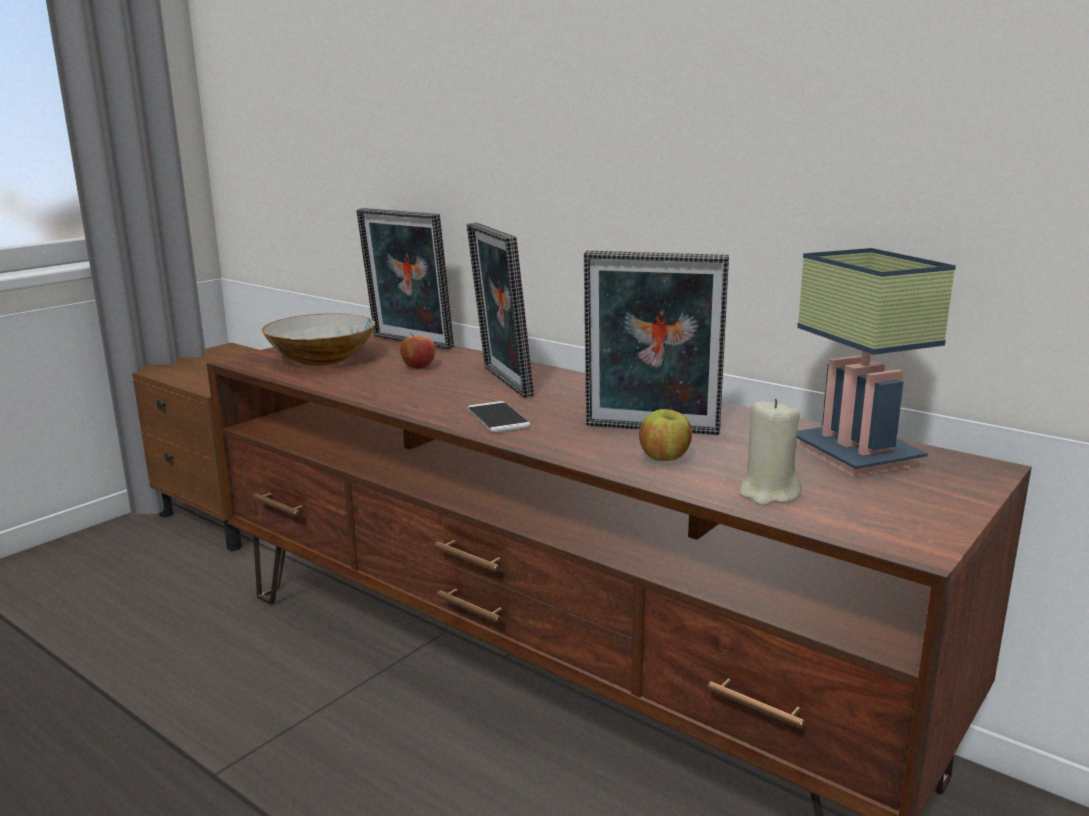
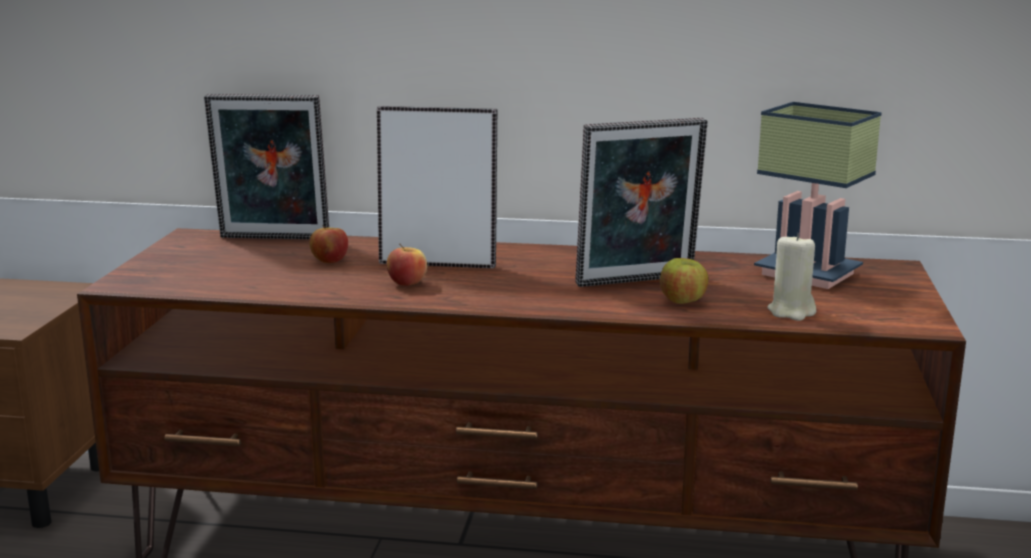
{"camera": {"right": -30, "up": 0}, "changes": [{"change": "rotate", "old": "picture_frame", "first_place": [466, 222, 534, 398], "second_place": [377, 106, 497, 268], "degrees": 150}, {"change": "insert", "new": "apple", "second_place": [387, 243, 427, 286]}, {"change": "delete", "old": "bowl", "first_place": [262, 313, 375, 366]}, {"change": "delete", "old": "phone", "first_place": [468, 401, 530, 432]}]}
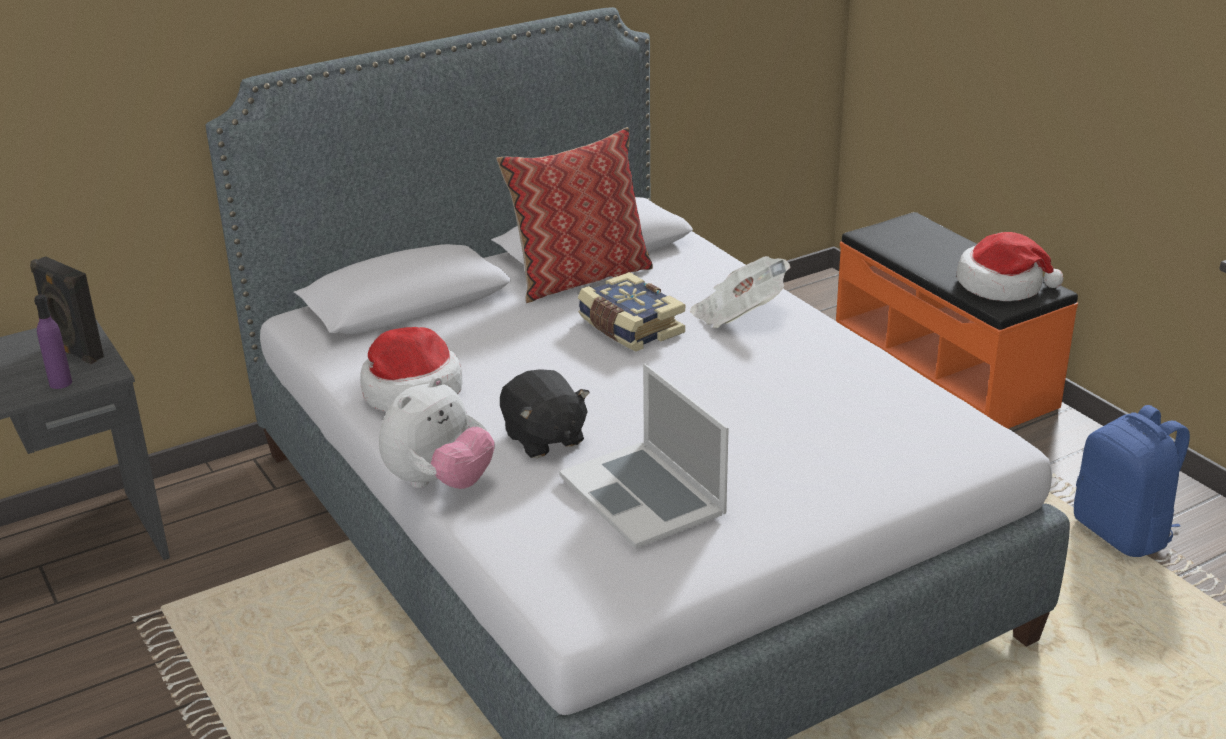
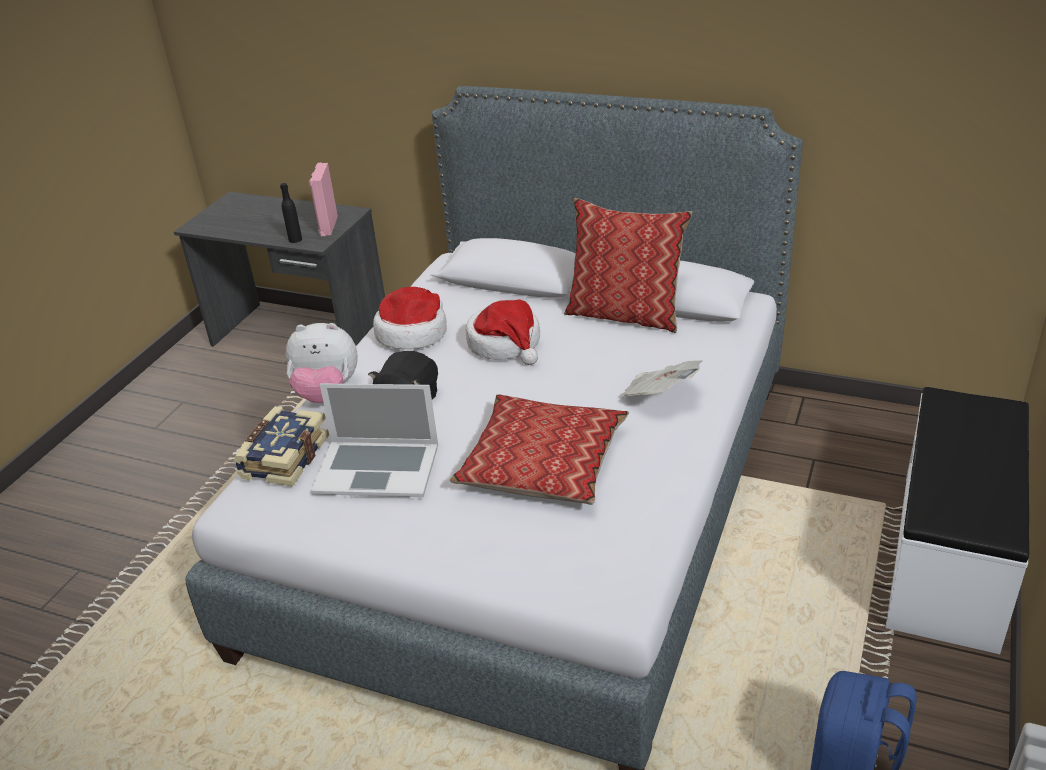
{"camera": {"right": 55, "up": 5}, "changes": [{"change": "move", "old": "book", "first_place": [578, 272, 685, 352], "second_place": [233, 406, 329, 487]}, {"change": "recolor", "old": "purple_bottle", "new": "black_bottle", "first_place": [34, 294, 72, 389], "second_place": [280, 183, 302, 243]}, {"change": "recolor", "old": "black_speaker", "new": "pink_speaker", "first_place": [30, 256, 104, 364], "second_place": [309, 162, 338, 236]}, {"change": "rotate", "old": "laptop", "first_place": [559, 363, 729, 549], "second_place": [311, 383, 438, 497], "degrees": -105}, {"change": "insert", "new": "pillow", "second_place": [450, 394, 629, 505]}, {"change": "move", "old": "hat", "first_place": [957, 232, 1063, 301], "second_place": [466, 299, 540, 365]}, {"change": "recolor", "old": "orange_bench", "new": "white_bench", "first_place": [836, 212, 1078, 429], "second_place": [885, 387, 1029, 654]}]}
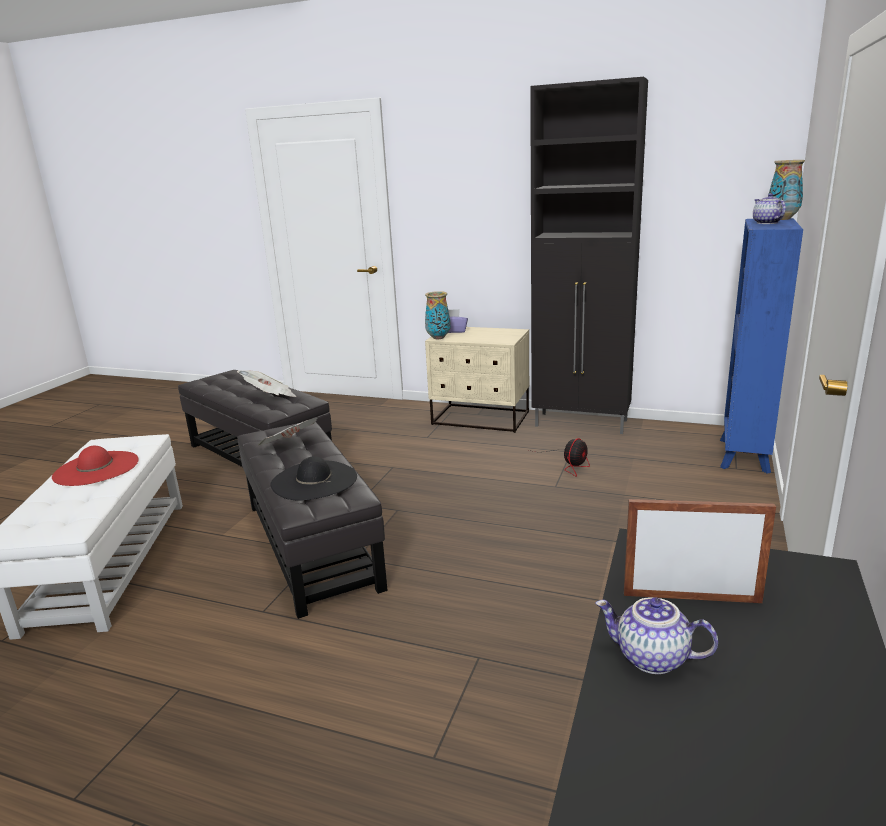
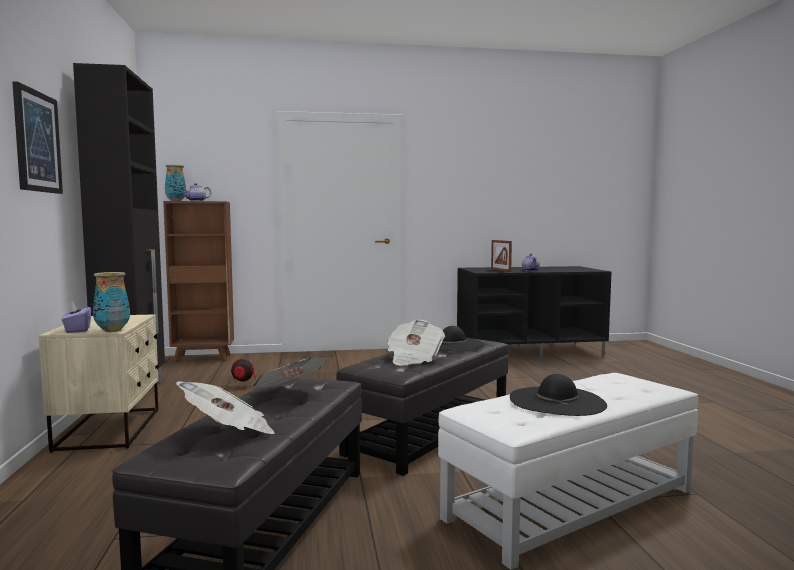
{"camera": {"right": -120, "up": -15}, "changes": [{"change": "insert", "new": "picture", "second_place": [12, 81, 63, 194]}, {"change": "recolor", "old": "blue_bookcase", "new": "brown_bookcase", "first_place": [720, 218, 803, 474], "second_place": [163, 201, 234, 363]}, {"change": "insert", "new": "newspaper", "second_place": [176, 381, 276, 434]}, {"change": "recolor", "old": "red_hat", "new": "black_hat", "first_place": [52, 446, 138, 486], "second_place": [510, 374, 607, 416]}]}
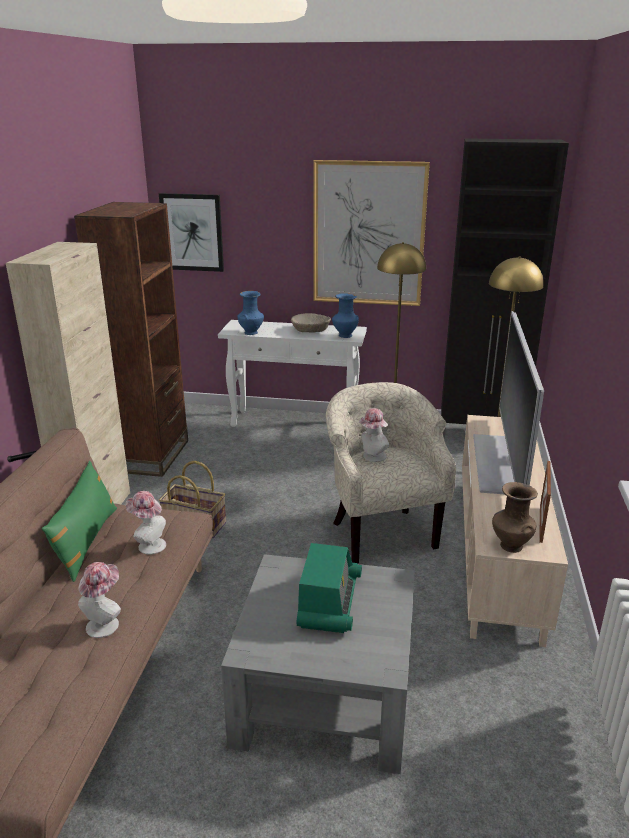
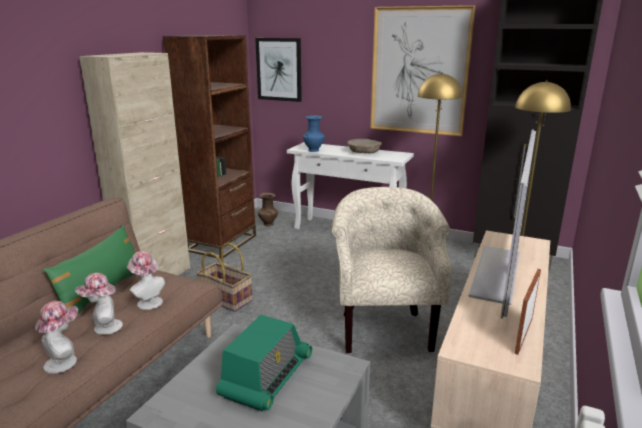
{"camera": {"right": 15, "up": -5}, "changes": [{"change": "move", "old": "hat", "first_place": [359, 408, 389, 462], "second_place": [75, 273, 123, 335]}, {"change": "move", "old": "brown_vase", "first_place": [492, 482, 538, 553], "second_place": [258, 193, 278, 226]}, {"change": "delete", "old": "blue_vase", "first_place": [332, 293, 359, 338]}]}
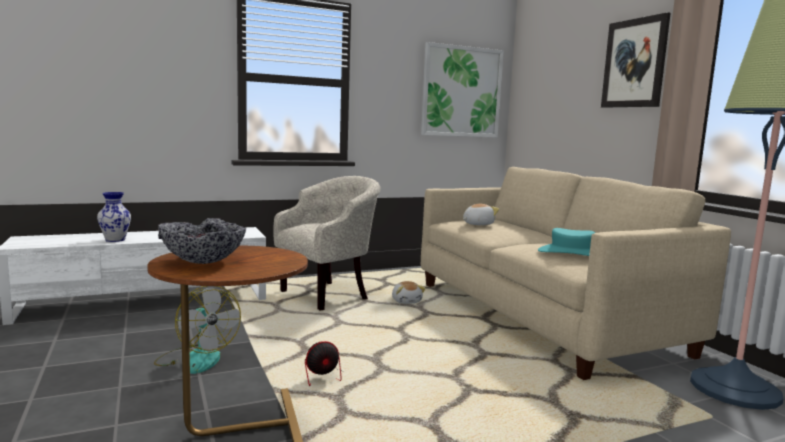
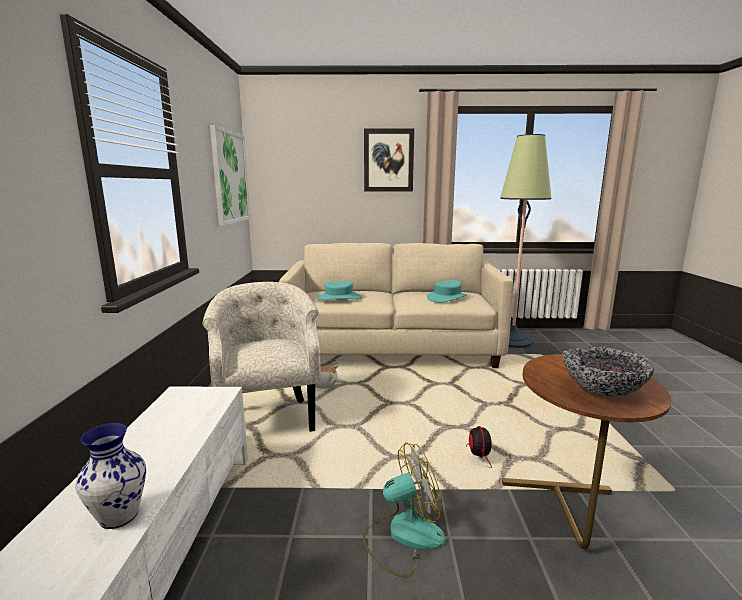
{"camera": {"right": -65, "up": 5}, "changes": [{"change": "replace", "old": "plush_toy", "new": "turquoise_hat", "first_place": [463, 204, 499, 225], "second_place": [317, 281, 362, 300]}]}
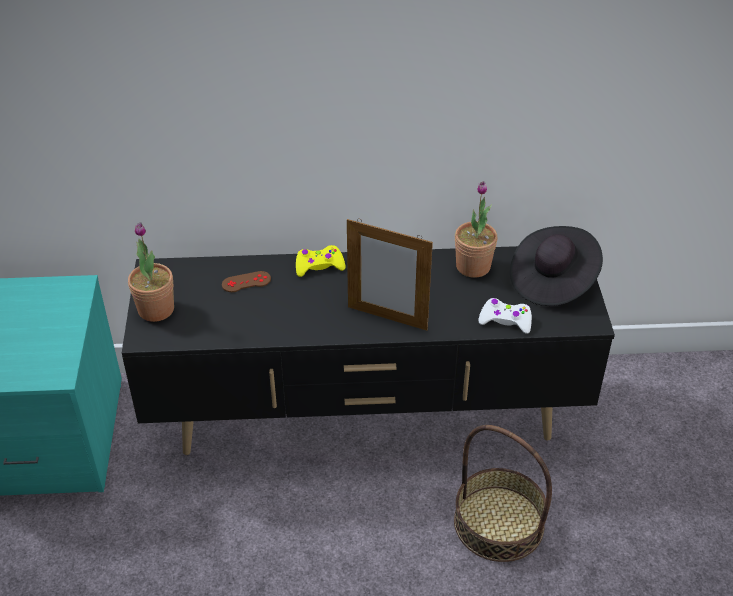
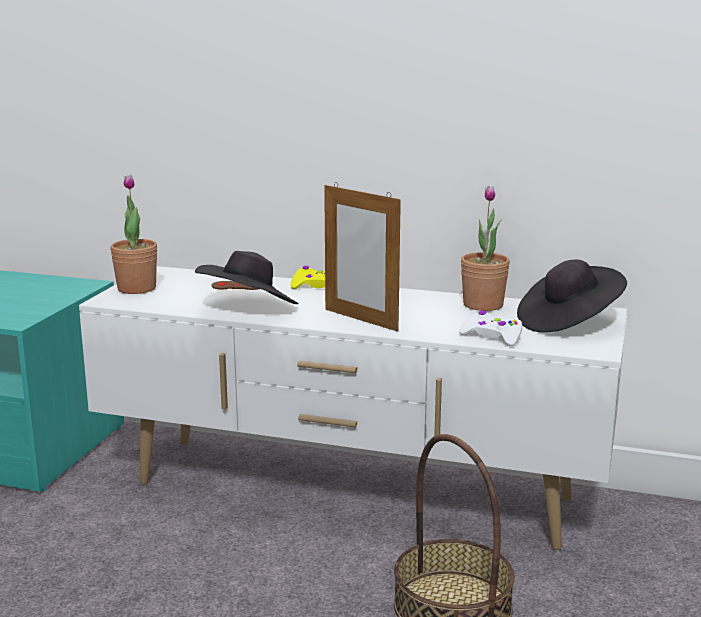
{"camera": {"right": 20, "up": -25}, "changes": [{"change": "recolor", "old": "black_tv_stand", "new": "white_tv_stand", "first_place": [122, 246, 615, 455], "second_place": [79, 266, 627, 550]}, {"change": "insert", "new": "black_hat", "second_place": [195, 251, 299, 304]}]}
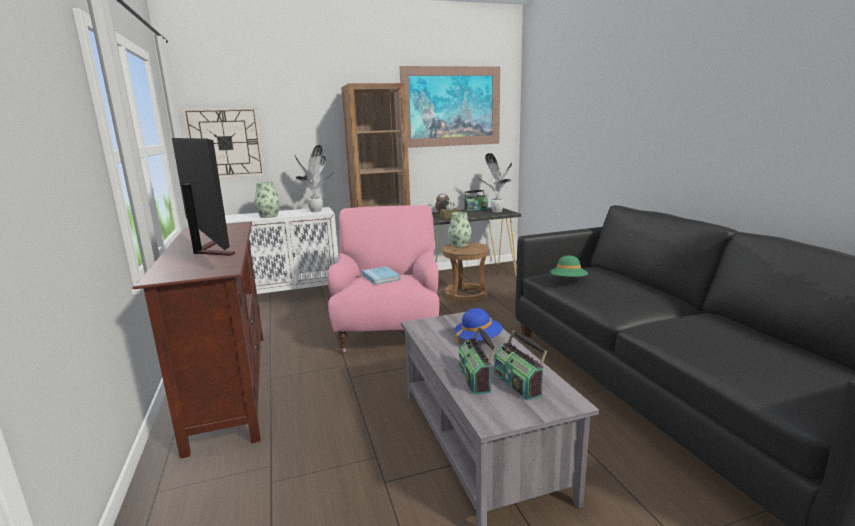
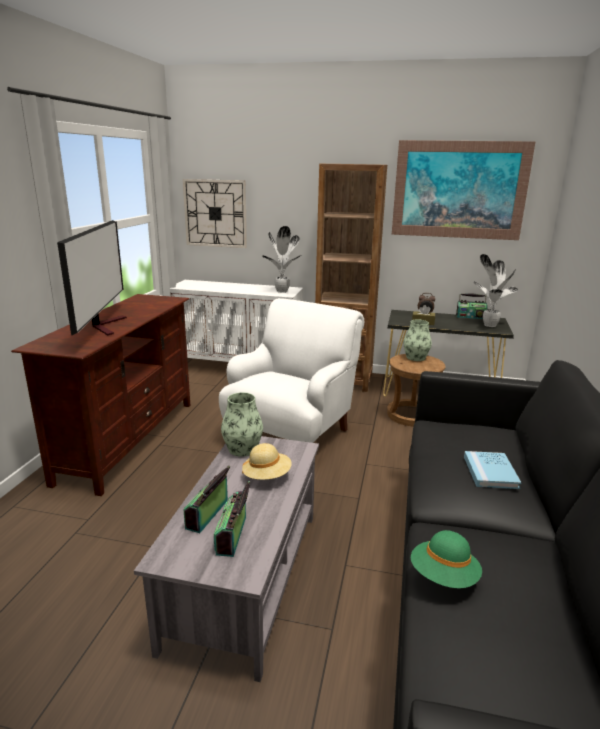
{"camera": {"right": 30, "up": 5}, "changes": [{"change": "recolor", "old": "pink_armchair", "new": "white_armchair", "first_place": [328, 205, 439, 353], "second_place": [219, 298, 364, 443]}, {"change": "move", "old": "vase", "first_place": [254, 181, 280, 218], "second_place": [221, 392, 263, 457]}, {"change": "recolor", "old": "blue_hat", "new": "beige_hat", "first_place": [454, 308, 503, 344], "second_place": [242, 443, 292, 480]}, {"change": "move", "old": "green_hat", "first_place": [550, 255, 588, 277], "second_place": [411, 530, 482, 588]}, {"change": "move", "old": "blue_book", "first_place": [362, 266, 400, 285], "second_place": [464, 451, 522, 489]}]}
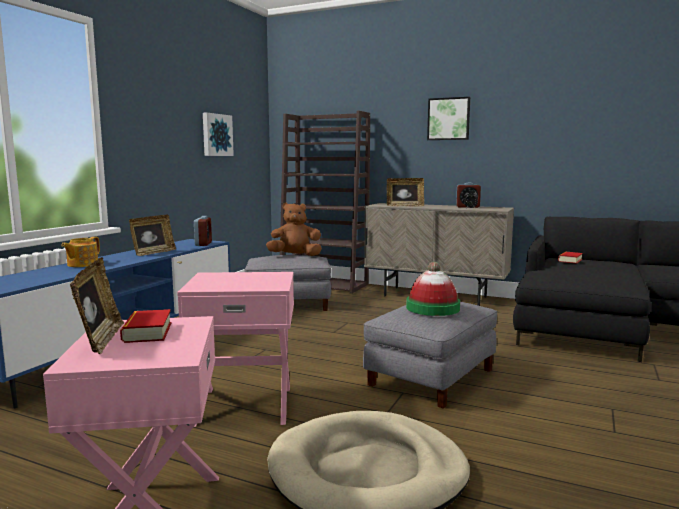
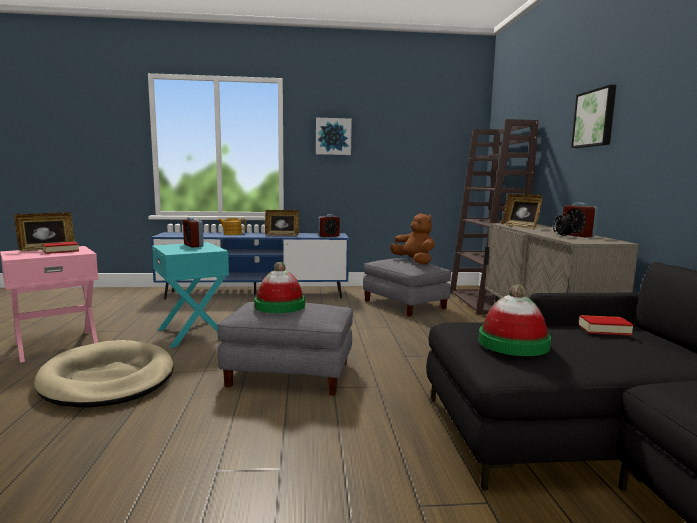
{"camera": {"right": 60, "up": 0}, "changes": [{"change": "recolor", "old": "pink_side_table", "new": "turquoise_side_table", "first_place": [177, 272, 294, 427], "second_place": [152, 242, 229, 348]}, {"change": "insert", "new": "alarm_clock", "second_place": [183, 217, 204, 248]}, {"change": "move", "old": "picture", "first_place": [203, 112, 234, 156], "second_place": [316, 118, 352, 155]}, {"change": "insert", "new": "hat", "second_place": [478, 285, 551, 356]}]}
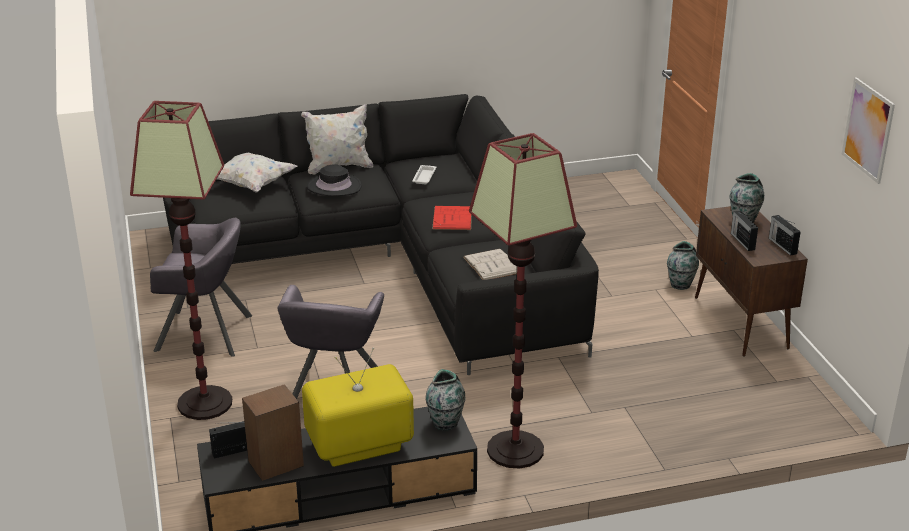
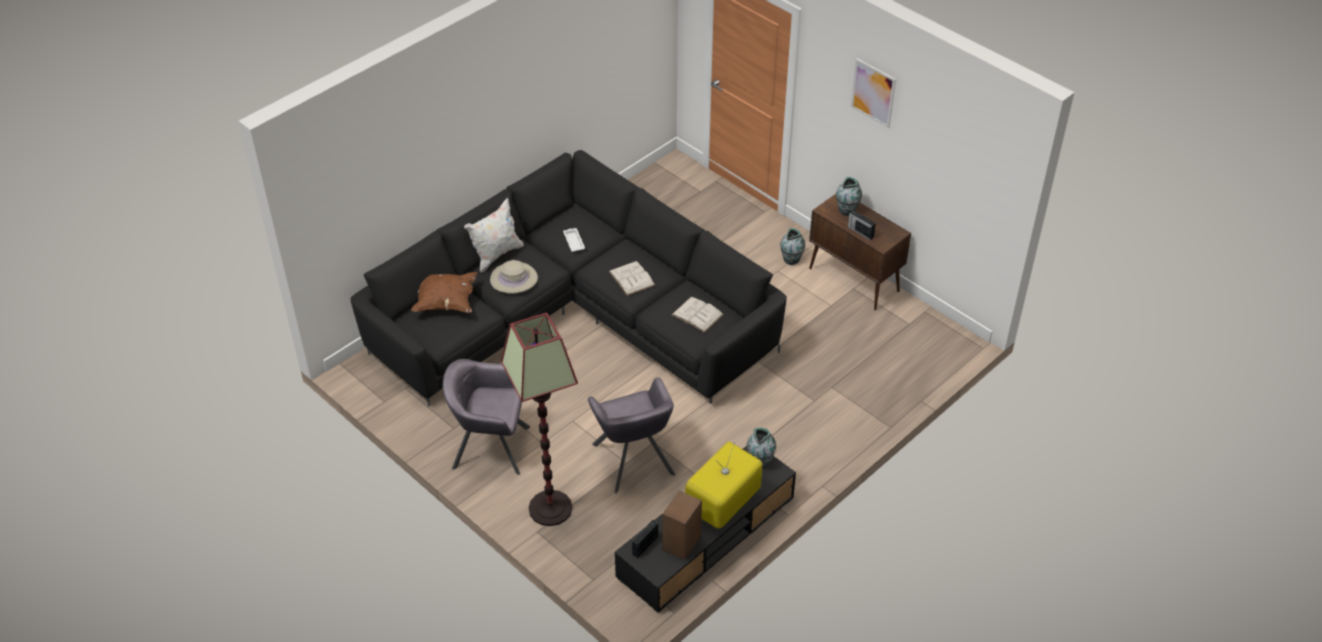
{"camera": {"right": -30, "up": 15}, "changes": [{"change": "recolor", "old": "white_pillow", "new": "brown_pillow", "first_place": [217, 153, 297, 193], "second_place": [411, 272, 477, 313]}, {"change": "rotate", "old": "grey_armchair", "first_place": [150, 218, 252, 357], "second_place": [443, 359, 530, 475], "degrees": -150}, {"change": "recolor", "old": "black_hat", "new": "beige_hat", "first_place": [307, 165, 362, 196], "second_place": [490, 260, 538, 294]}, {"change": "recolor", "old": "red_book", "new": "white_book", "first_place": [432, 206, 472, 230], "second_place": [609, 261, 655, 296]}, {"change": "move", "old": "picture", "first_place": [842, 77, 895, 184], "second_place": [851, 59, 896, 128]}, {"change": "delete", "old": "floor_lamp", "first_place": [469, 133, 577, 469]}, {"change": "delete", "old": "radio", "first_place": [769, 215, 801, 256]}]}
